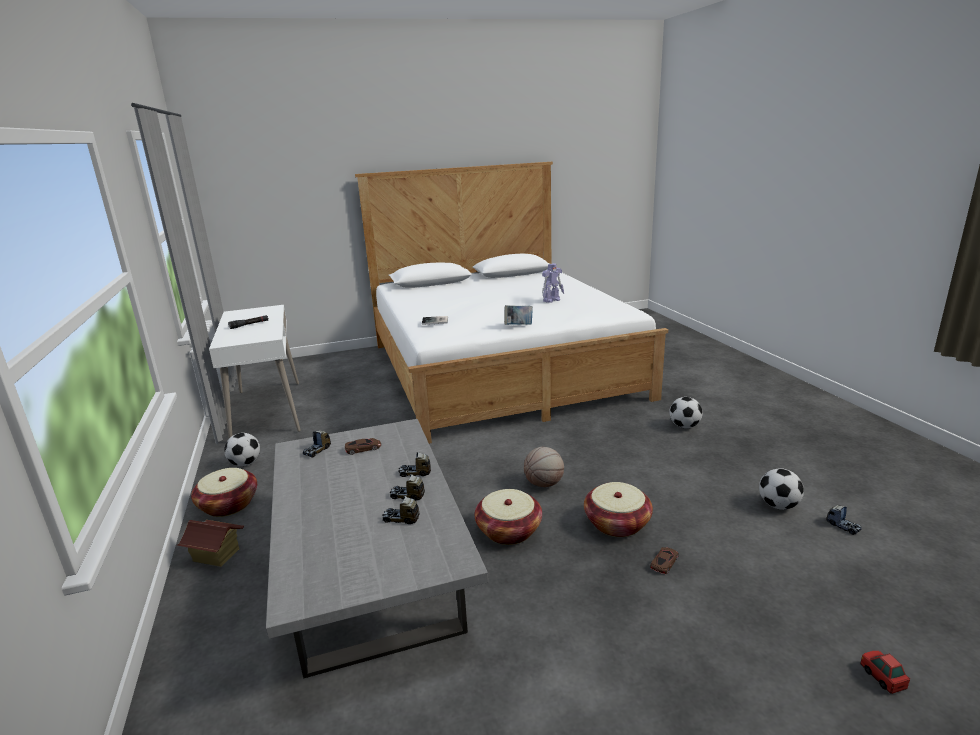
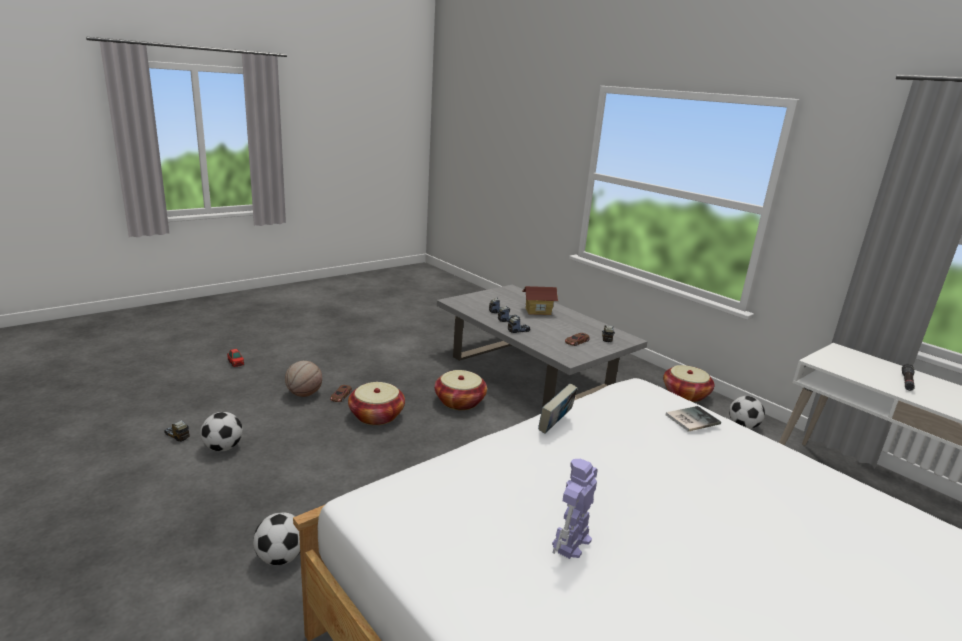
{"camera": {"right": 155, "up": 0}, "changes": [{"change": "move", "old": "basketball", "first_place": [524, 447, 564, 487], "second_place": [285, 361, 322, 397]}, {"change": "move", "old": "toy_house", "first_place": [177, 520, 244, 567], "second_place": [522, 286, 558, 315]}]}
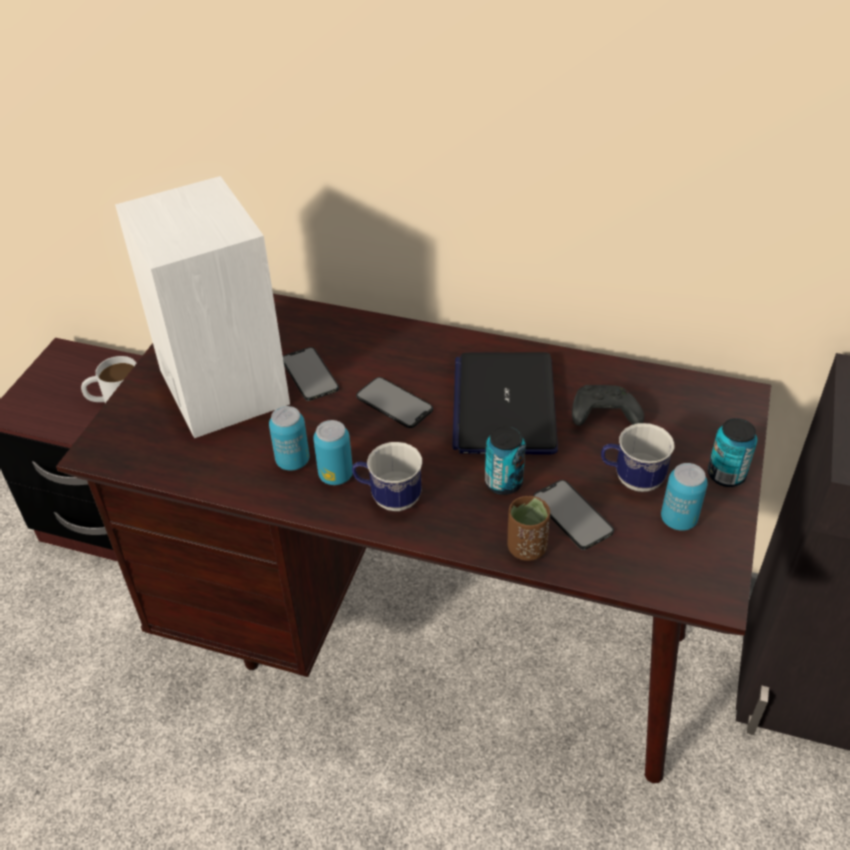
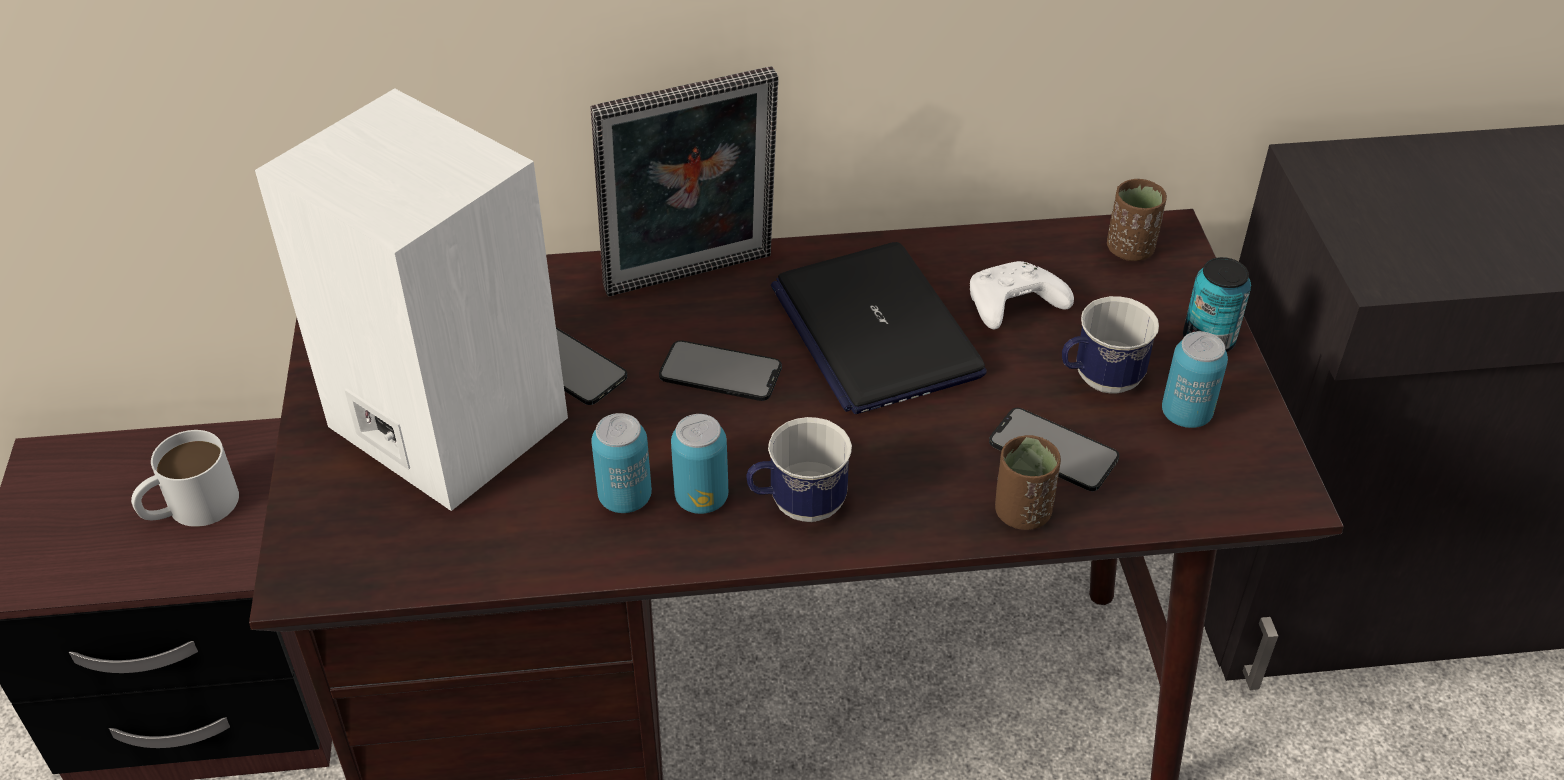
{"camera": {"right": -25, "up": 0}, "changes": [{"change": "insert", "new": "picture_frame", "second_place": [590, 66, 778, 296]}, {"change": "recolor", "old": "black_game_controller", "new": "white_game_controller", "first_place": [572, 385, 644, 426], "second_place": [970, 261, 1074, 330]}, {"change": "insert", "new": "brown_cup", "second_place": [1107, 179, 1167, 261]}, {"change": "delete", "old": "can", "first_place": [485, 426, 526, 495]}]}
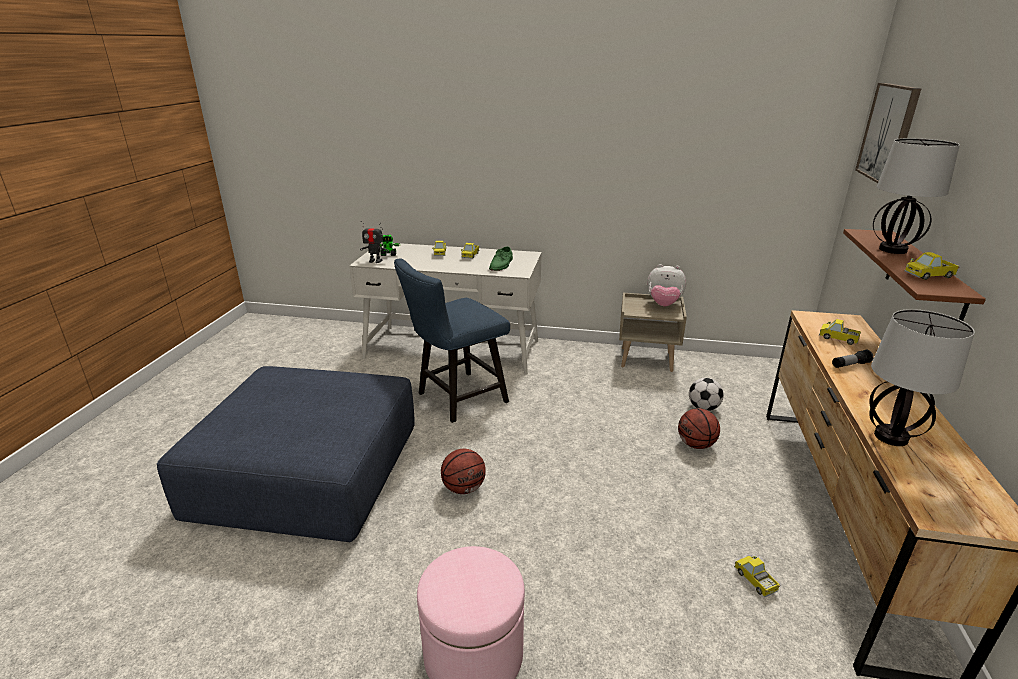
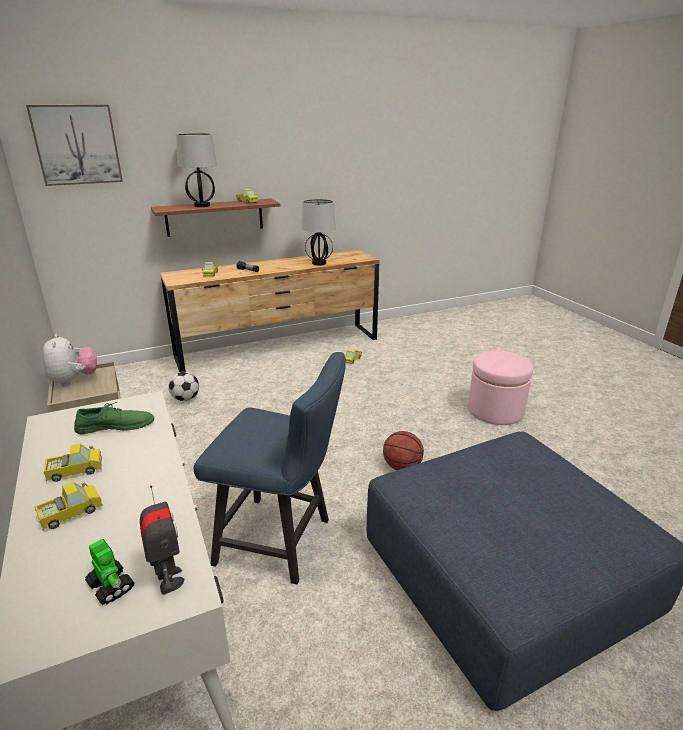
{"camera": {"right": -125, "up": 0}, "changes": [{"change": "delete", "old": "basketball", "first_place": [678, 408, 720, 449]}]}
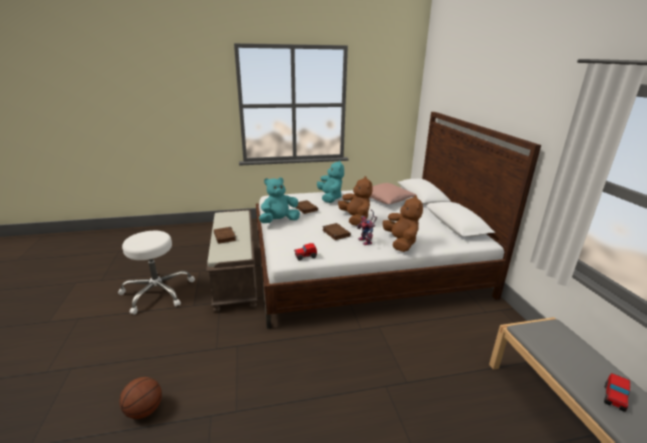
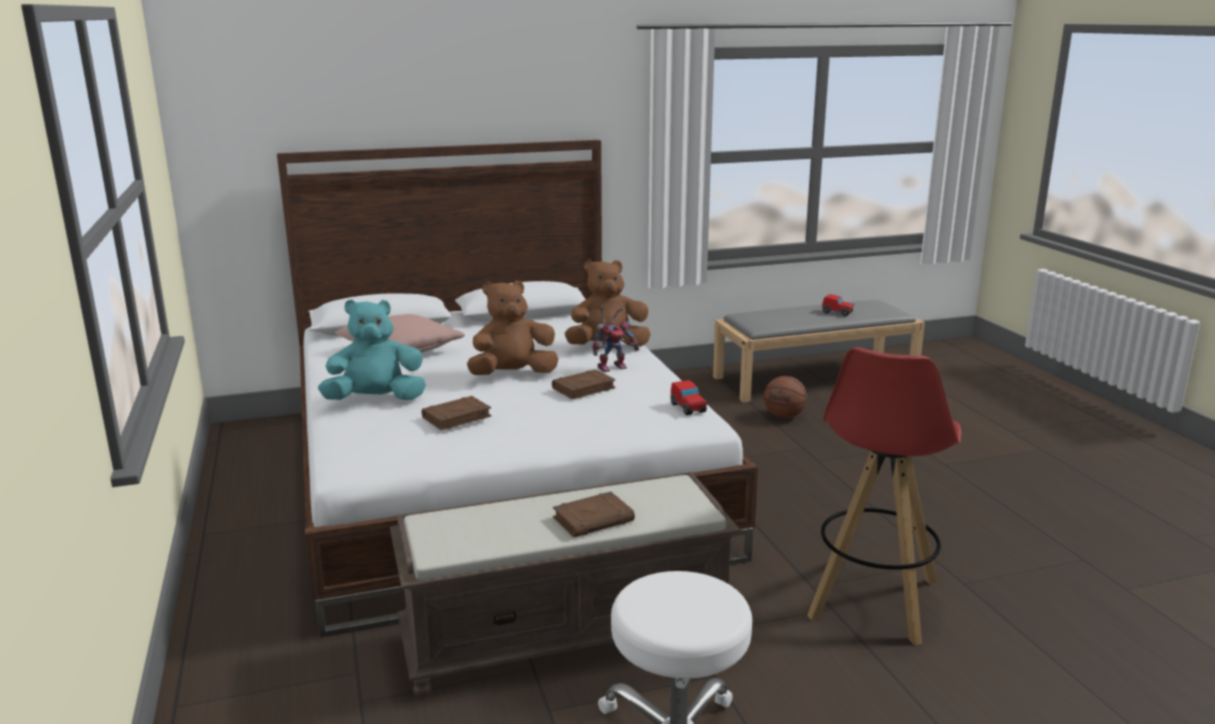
{"camera": {"right": -95, "up": -5}, "changes": [{"change": "move", "old": "basketball", "first_place": [119, 377, 162, 419], "second_place": [764, 376, 807, 418]}, {"change": "insert", "new": "red_stool", "second_place": [807, 347, 961, 646]}, {"change": "delete", "old": "turquoise_plush_toy", "first_place": [259, 177, 300, 223]}]}
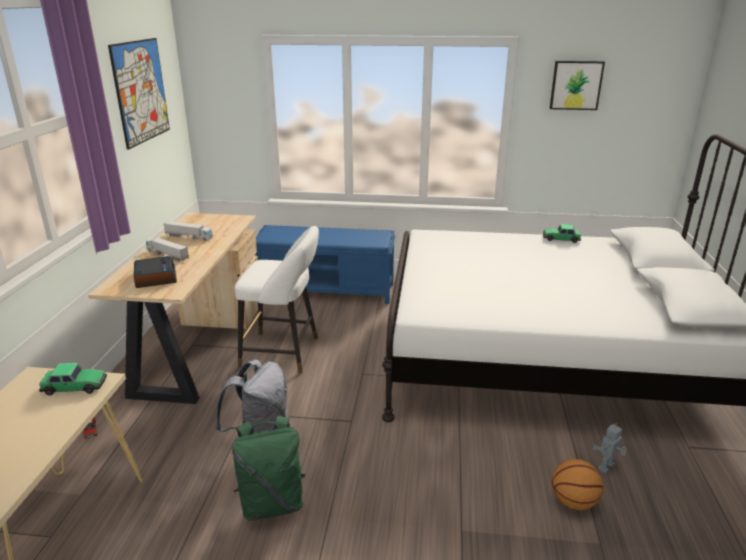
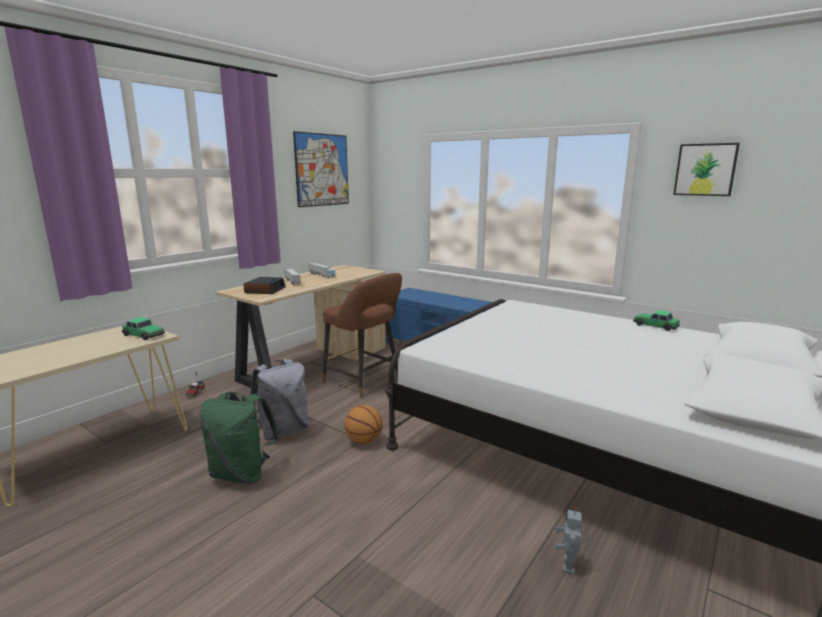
{"camera": {"right": 30, "up": -10}, "changes": [{"change": "recolor", "old": "white_stool", "new": "brown_stool", "first_place": [235, 226, 319, 374], "second_place": [322, 273, 402, 398]}, {"change": "move", "old": "basketball", "first_place": [552, 459, 603, 510], "second_place": [344, 405, 383, 444]}, {"change": "rotate", "old": "toy_robot", "first_place": [592, 423, 627, 473], "second_place": [554, 507, 593, 575], "degrees": -60}]}
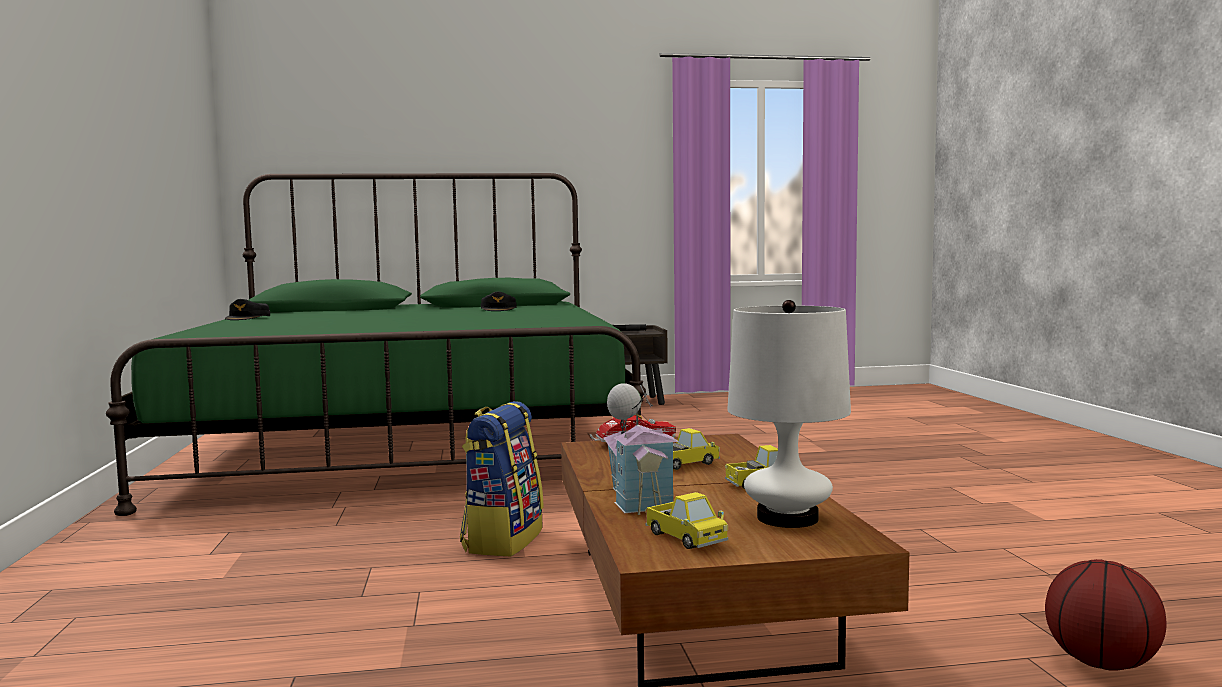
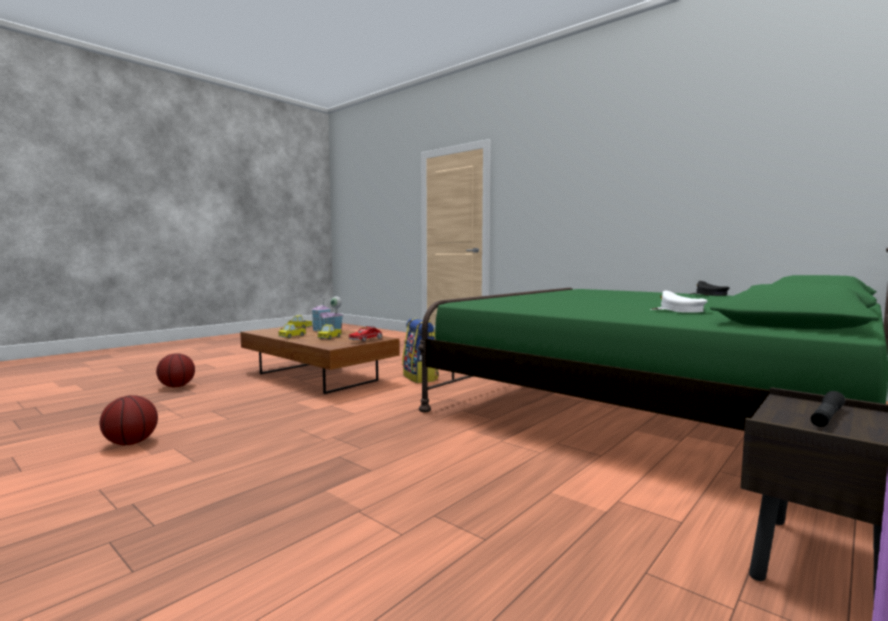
{"camera": {"right": 140, "up": 0}, "changes": [{"change": "insert", "new": "basketball", "second_place": [100, 395, 158, 446]}, {"change": "recolor", "old": "black_cap", "new": "white_cap", "first_place": [481, 292, 517, 311], "second_place": [650, 291, 707, 313]}, {"change": "delete", "old": "white_table_lamp", "first_place": [727, 300, 851, 528]}]}
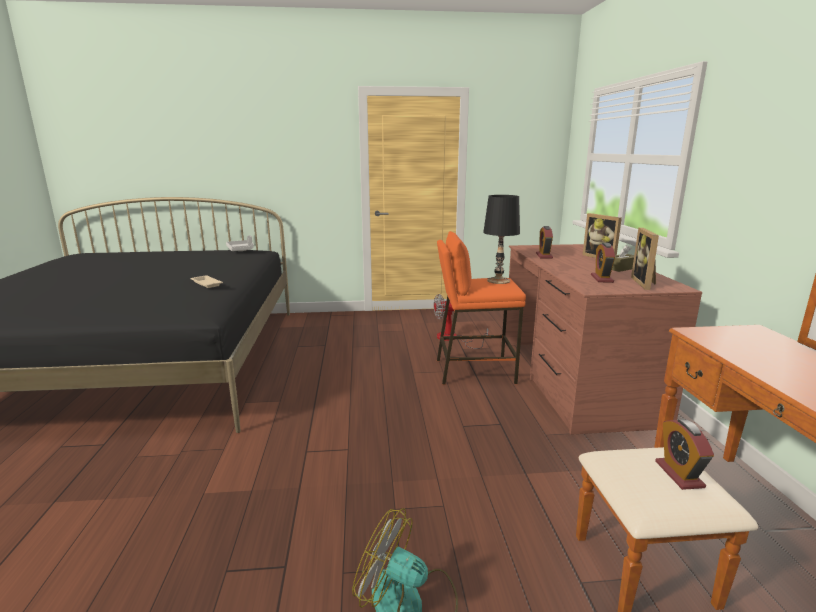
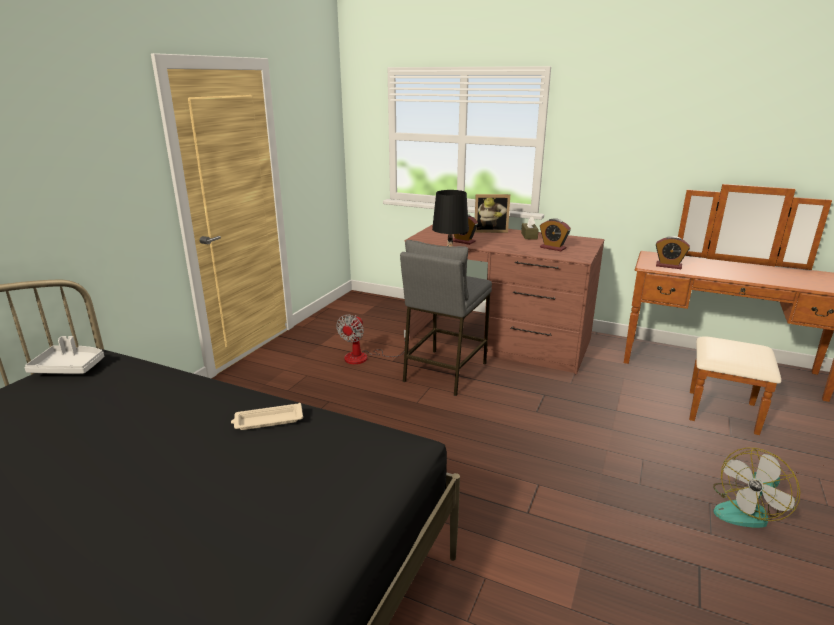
{"camera": {"right": -60, "up": 5}, "changes": [{"change": "recolor", "old": "orange_stool", "new": "grey_stool", "first_place": [437, 231, 526, 385], "second_place": [400, 240, 492, 396]}, {"change": "move", "old": "alarm_clock", "first_place": [655, 419, 714, 490], "second_place": [656, 236, 690, 269]}, {"change": "delete", "old": "picture_frame", "first_place": [631, 228, 659, 290]}]}
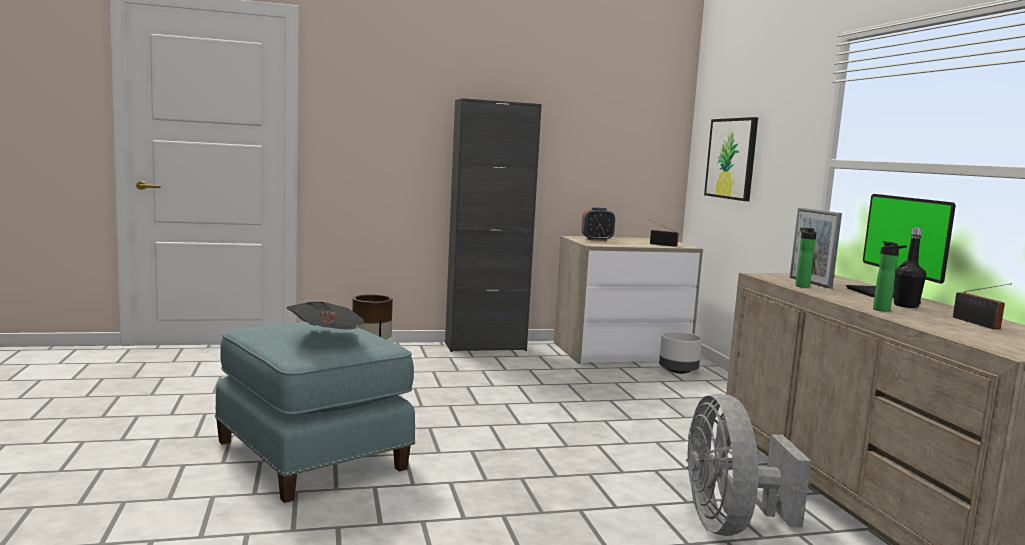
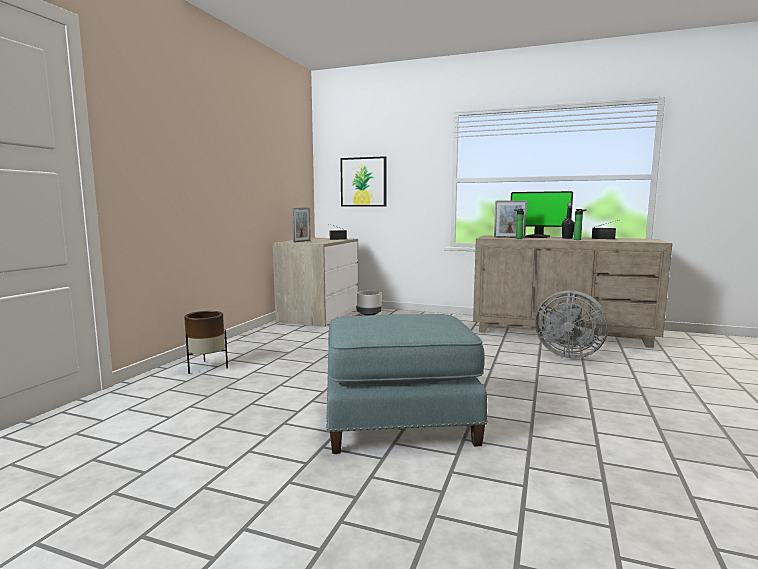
{"camera": {"right": -55, "up": 0}, "changes": [{"change": "replace", "old": "alarm_clock", "new": "picture_frame", "first_place": [581, 207, 615, 241], "second_place": [292, 208, 311, 243]}, {"change": "delete", "old": "newspaper", "first_place": [286, 302, 364, 329]}, {"change": "delete", "old": "black_cabinet", "first_place": [445, 98, 542, 352]}]}
